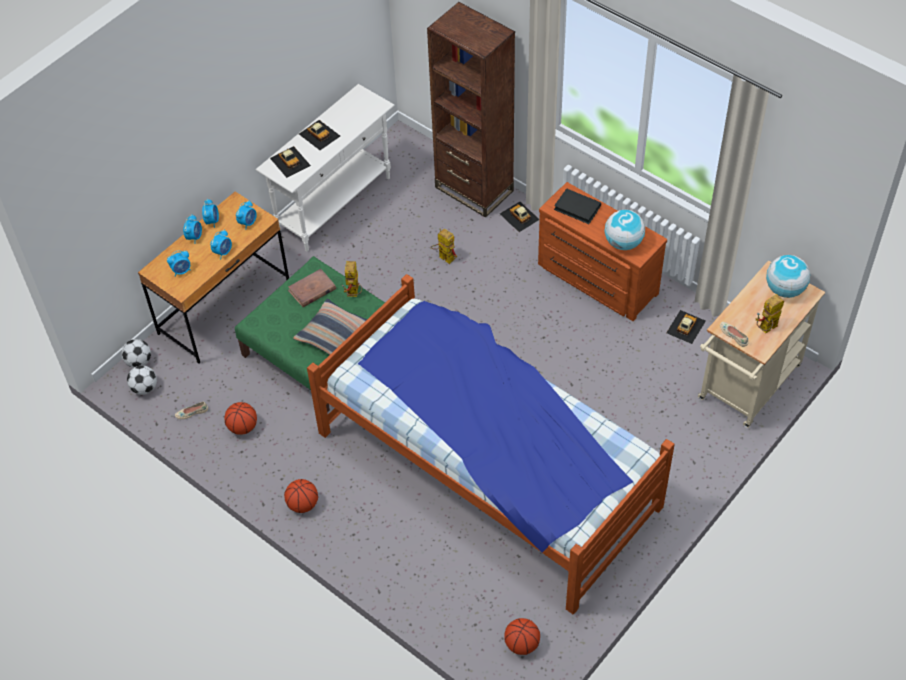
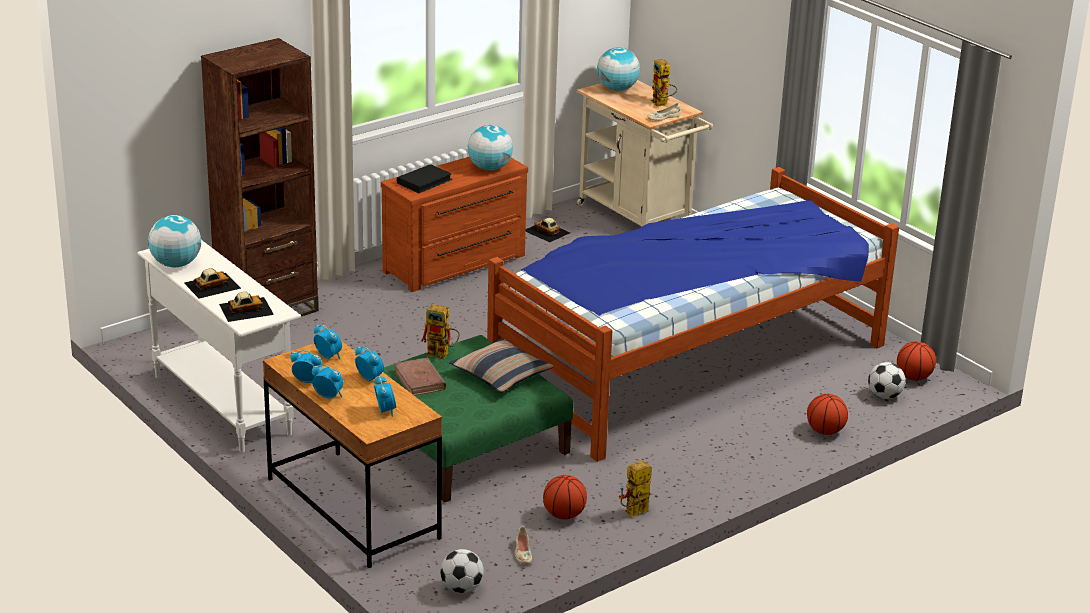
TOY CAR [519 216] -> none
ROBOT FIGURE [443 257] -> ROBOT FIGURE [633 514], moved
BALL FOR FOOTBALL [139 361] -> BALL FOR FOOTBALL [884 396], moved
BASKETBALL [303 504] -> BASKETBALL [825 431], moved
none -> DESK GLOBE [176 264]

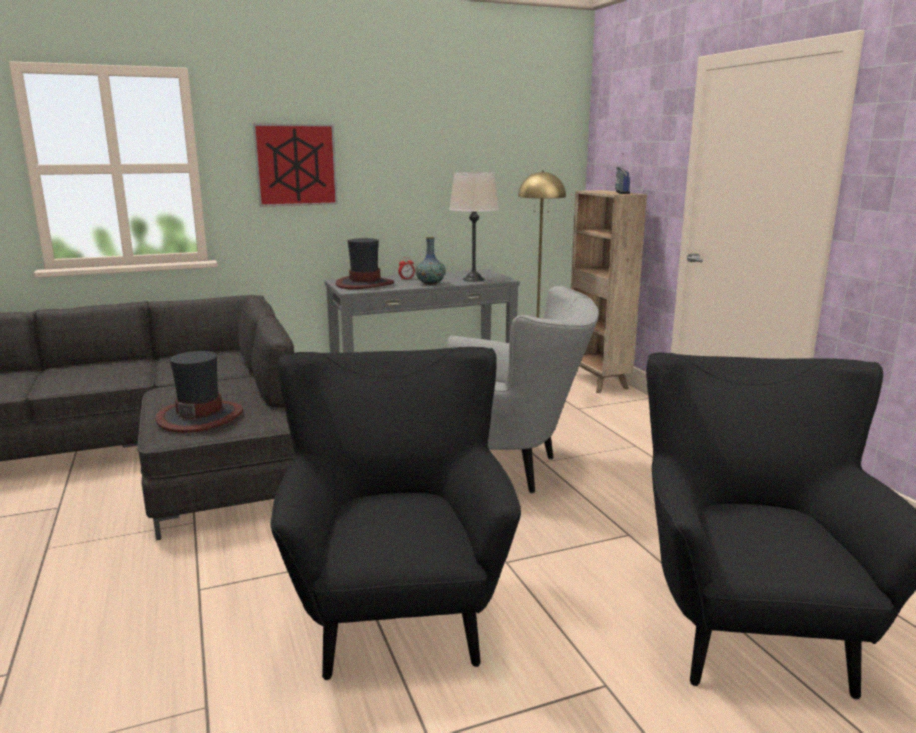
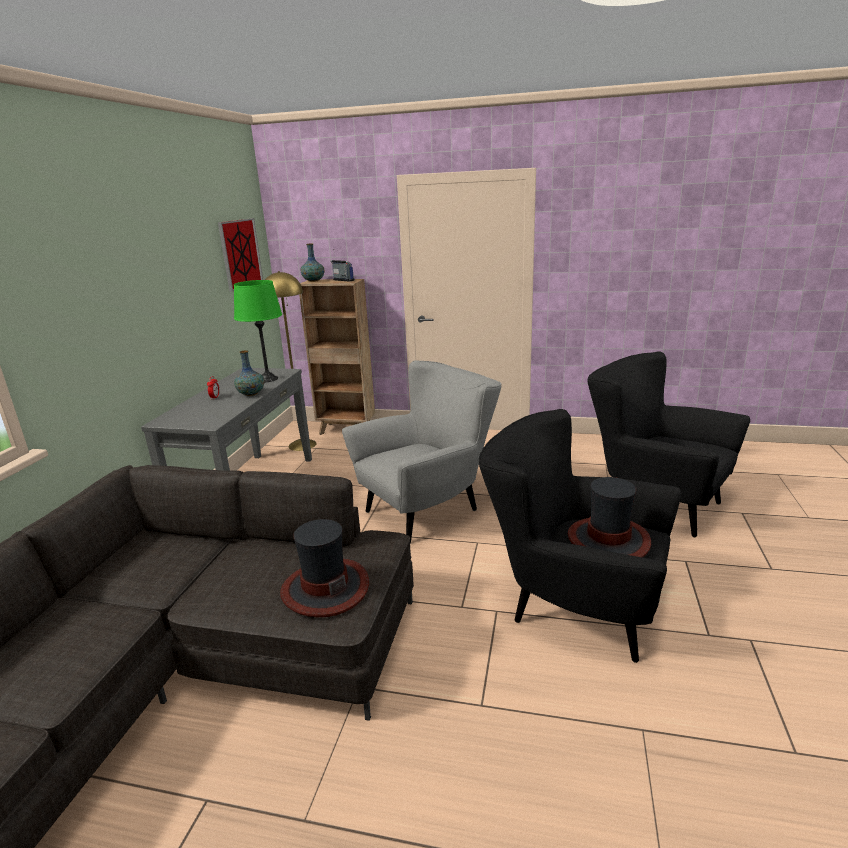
PICTURE [296 165] -> PICTURE [240 254], moved
SAND-COLOURED TABLETOP LAMP [473 279] -> GREEN TABLETOP LAMP [267 379]
WEARABLE HAT [364 284] -> WEARABLE HAT [608 540], moved
none -> VASE [313 281]

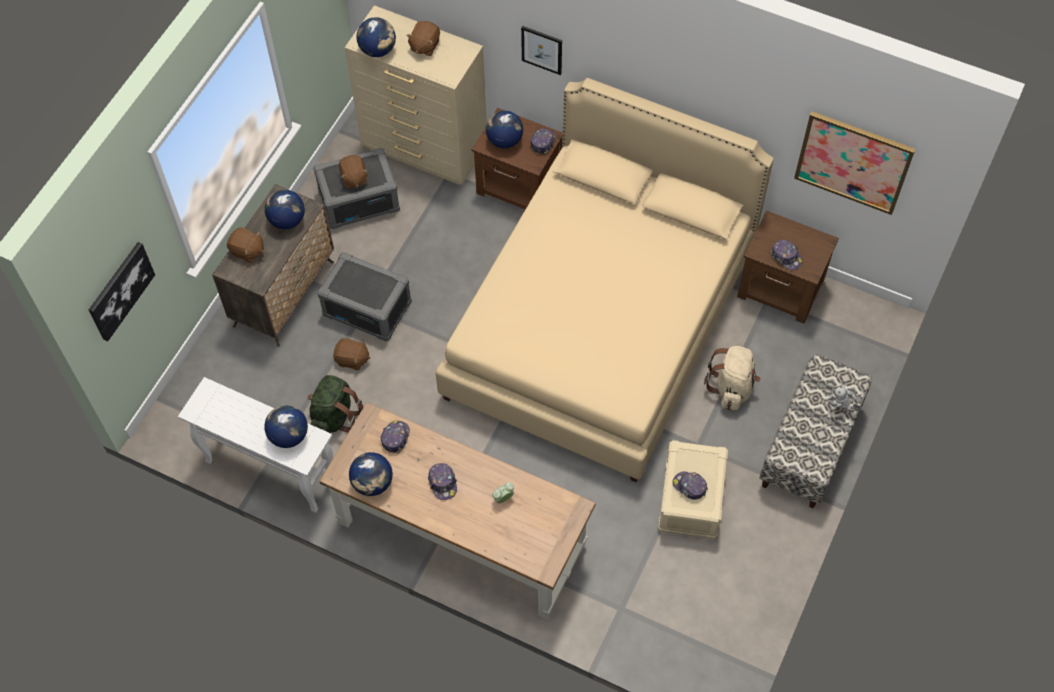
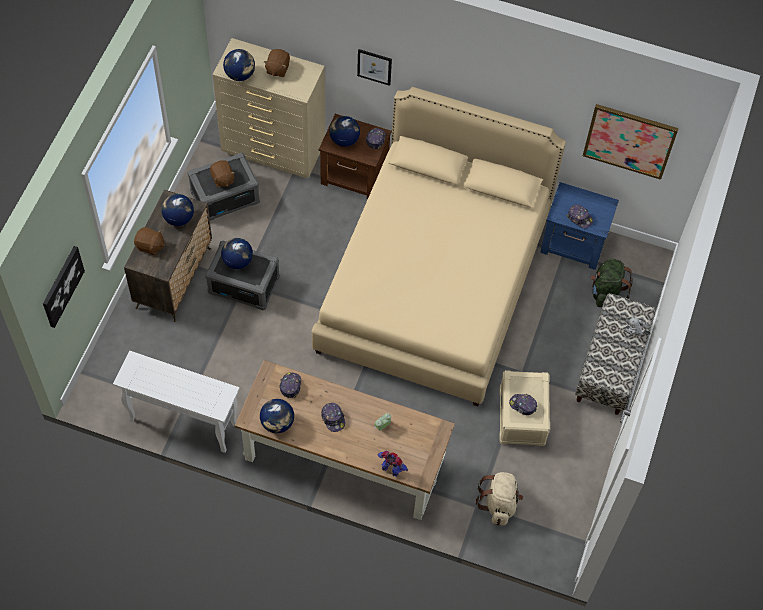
BROWN NIGHT TABLE [781 289] -> BLUE NIGHT TABLE [574 244]
BROWN SOFT TOY [352 359] -> none
SAND-COLOURED RUCKSACK [732 387] -> SAND-COLOURED RUCKSACK [499 503], moved
GREEN RUCKSACK [334 416] -> GREEN RUCKSACK [606 292], moved
DESK GLOBE [288 435] -> DESK GLOBE [237 261], moved
none -> ROBOT FIGURE [391 469]

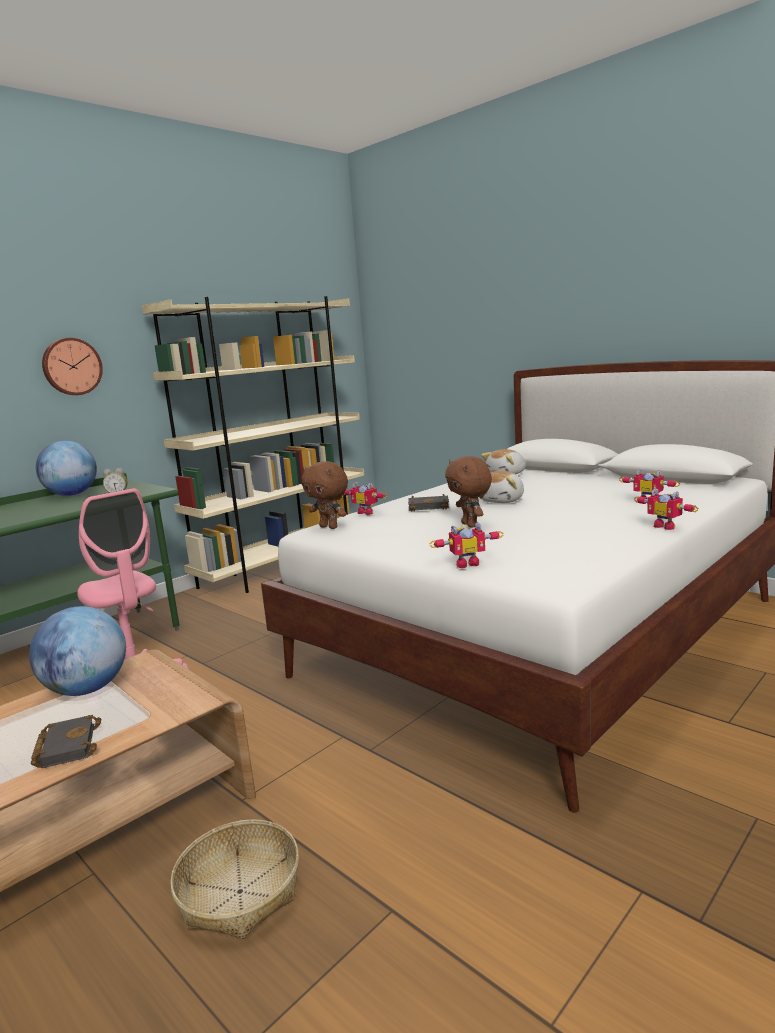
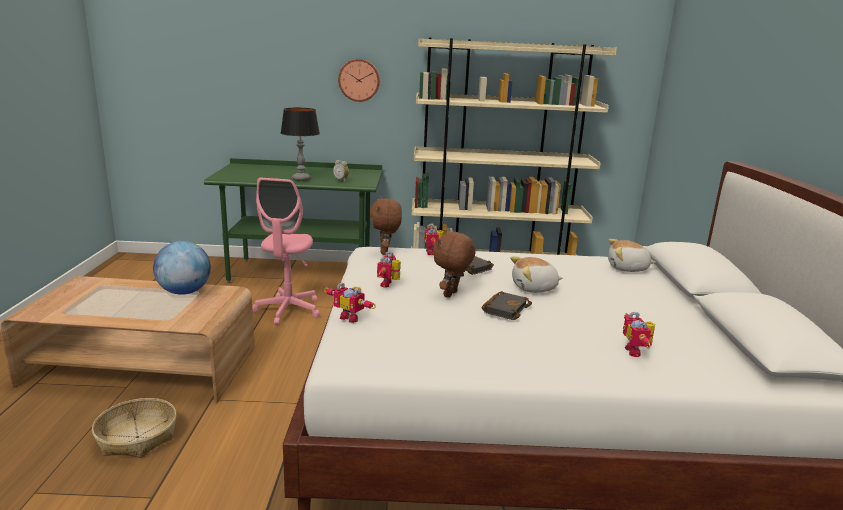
DESK GLOBE [72 495] -> none
ROBOT FIGURE [666 526] -> ROBOT FIGURE [389 284], moved
BLACKISH VOLUME [66 746] -> BLACKISH VOLUME [505 309], moved
none -> TABLETOP LAMP [301 179]

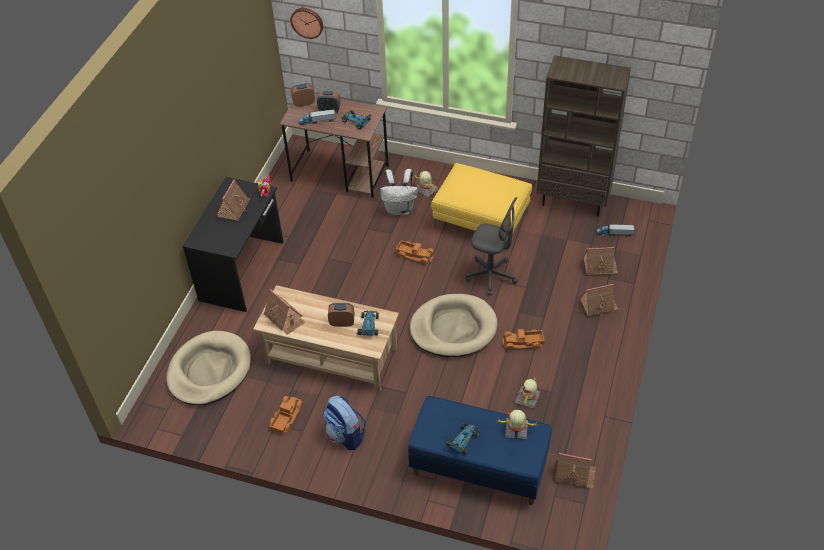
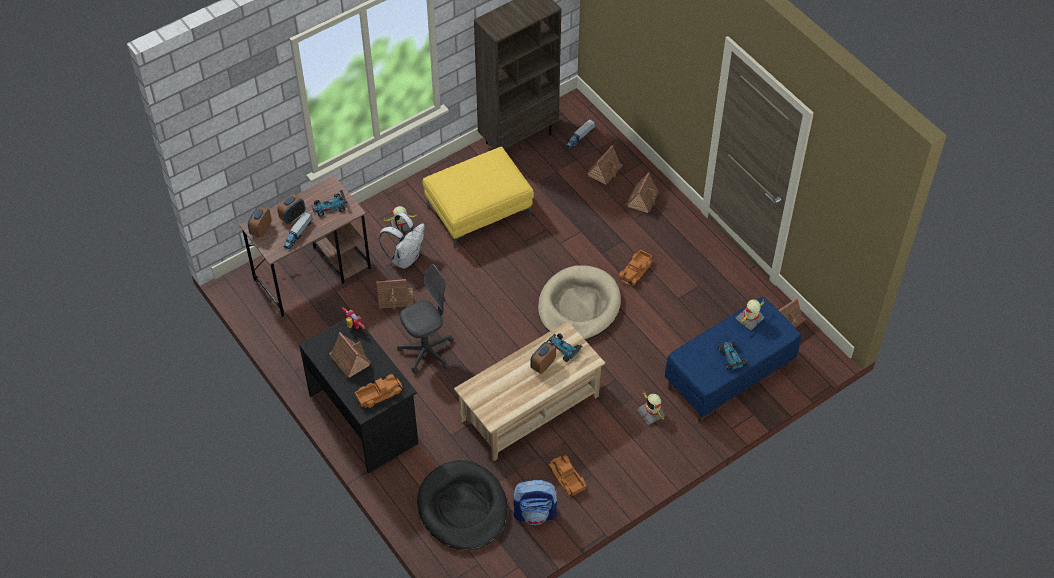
CLOCK ON THE WALL [307 22] -> none
GREY DESK CHAIR [491 276] -> GREY DESK CHAIR [427 352], moved
MODEL TRUCK [415 254] -> MODEL TRUCK [378 393], moved
TOY HOUSE [285 318] -> TOY HOUSE [395 298], moved
SAND-COLOURED DOG CUSHION [209 370] -> BLACKISH DOG CUSHION [463 508]
ROBOT FIGURE [528 398] -> ROBOT FIGURE [651 413], moved
RUCKSACK [346 435] -> RUCKSACK [535 513], moved

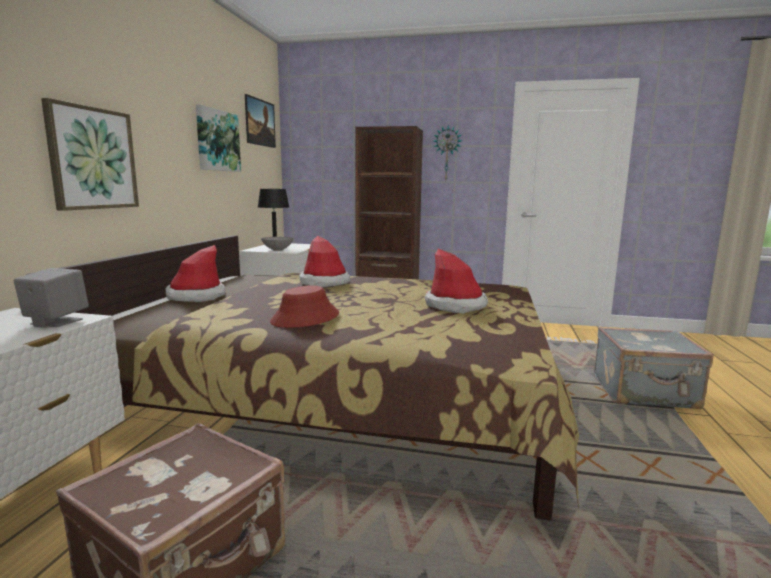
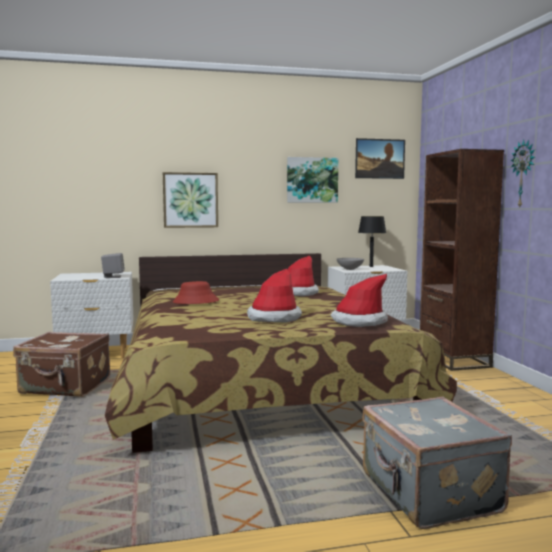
WEARABLE HAT [196 296] -> WEARABLE HAT [359 321], moved

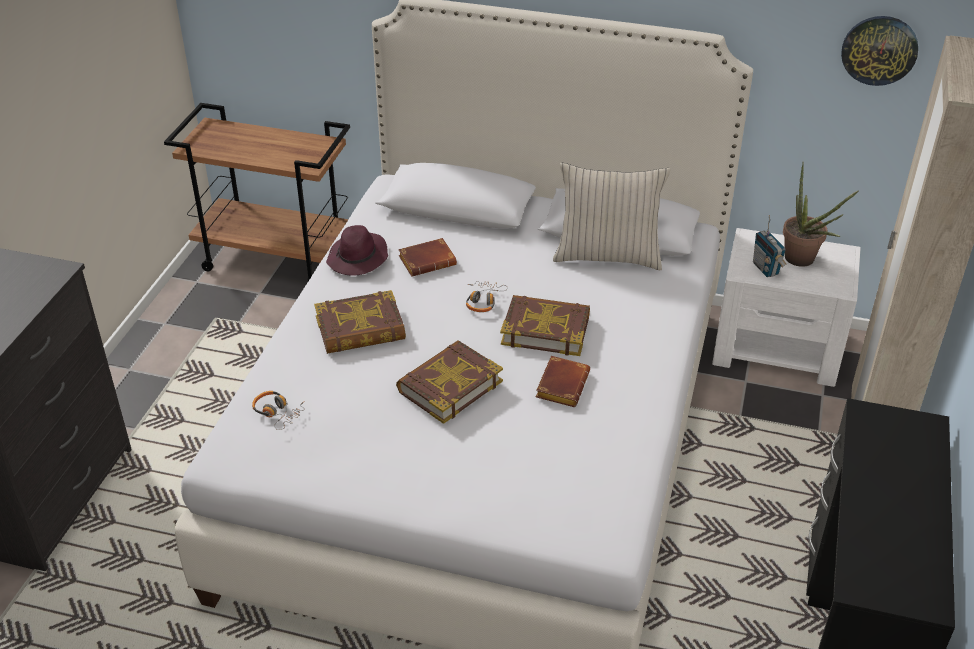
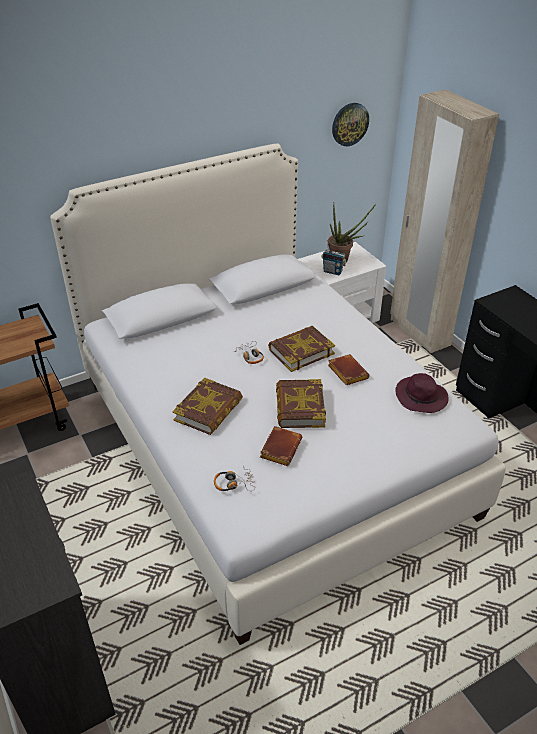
SAND-COLOURED PILLOW [607 256] -> none
PURPLISH WEARABLE HAT [358 258] -> PURPLISH WEARABLE HAT [421 398], moved
BROWN VOLUME [428 261] -> BROWN VOLUME [280 448], moved

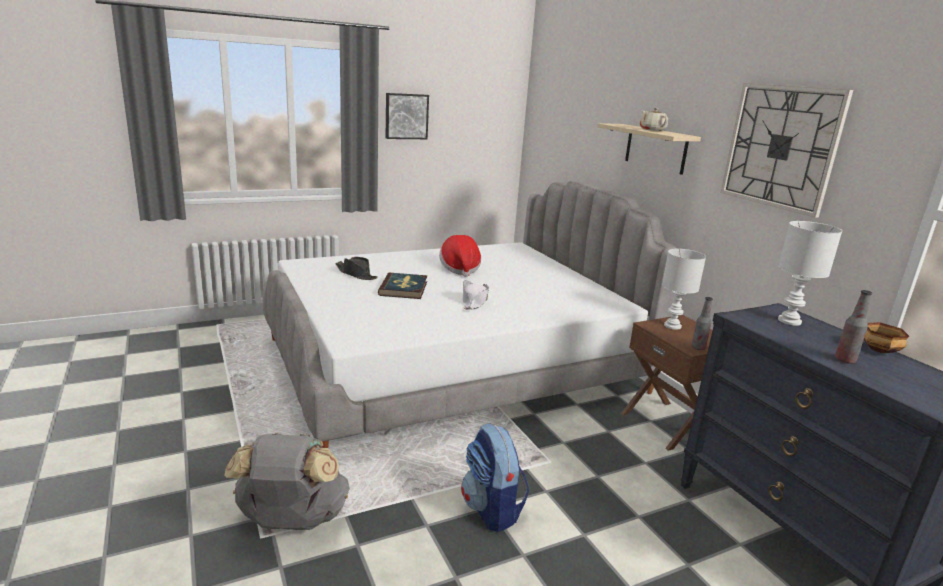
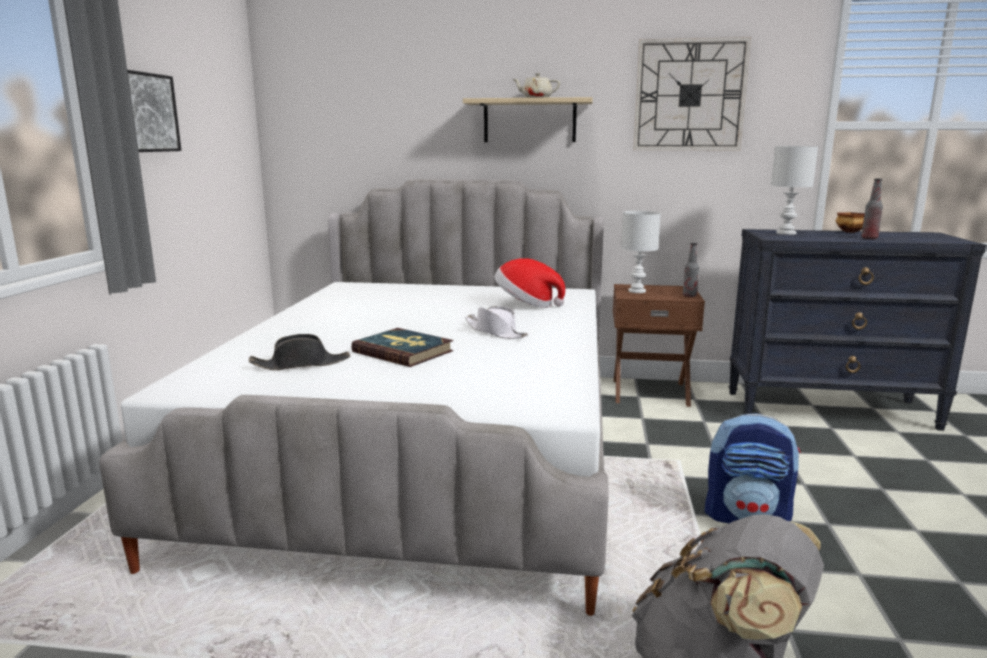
WEARABLE HAT [460 269] -> WEARABLE HAT [526 304], moved

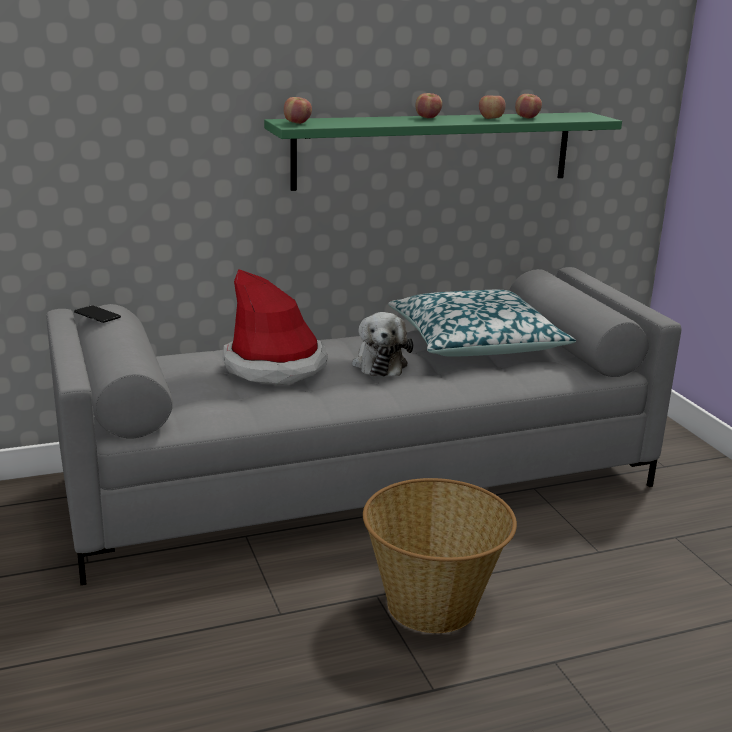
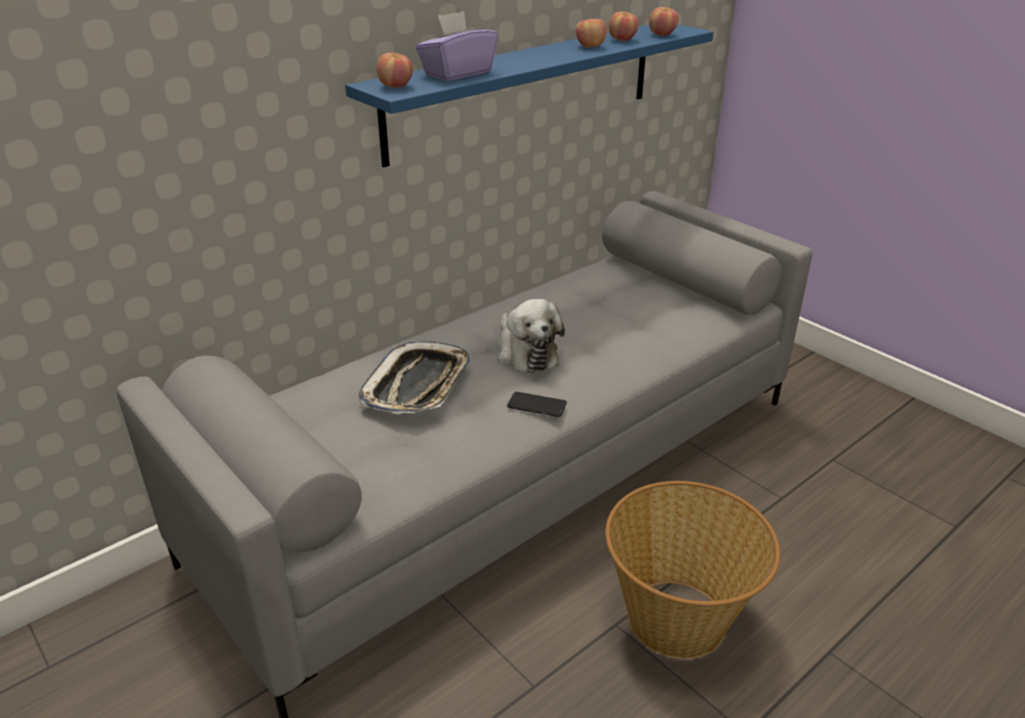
APPLE FRUIT [428 117] -> APPLE FRUIT [662 35], moved
GREEN WALL SHELF [435 150] -> BLUE WALL SHELF [525 89]
WEARABLE HAT [275 366] -> SERVING TRAY [418 386]
PILLOW [475 343] -> none
HANDSET [97 315] -> HANDSET [536 405], moved
none -> PURPLISH TISSUE HOLDER [457 73]

